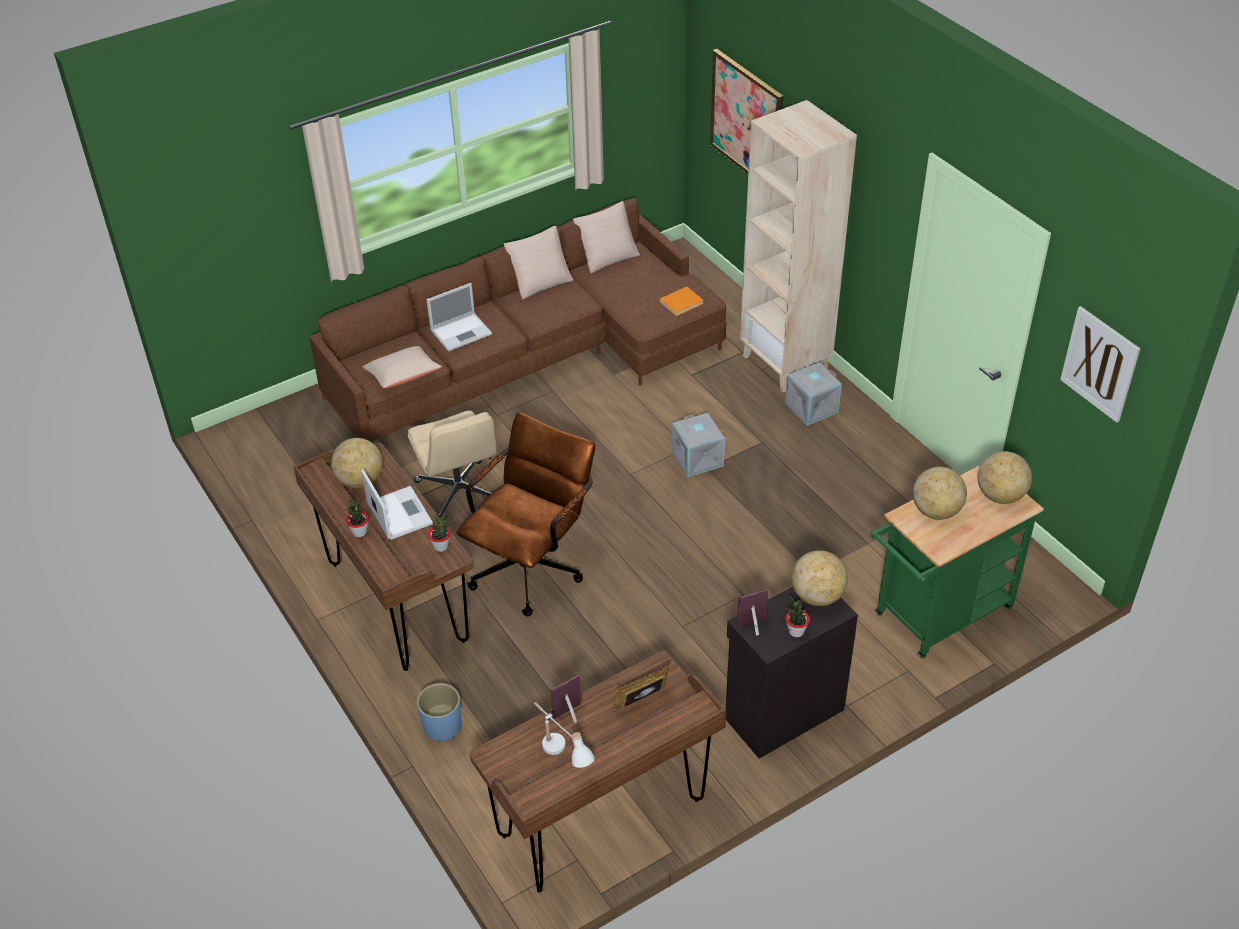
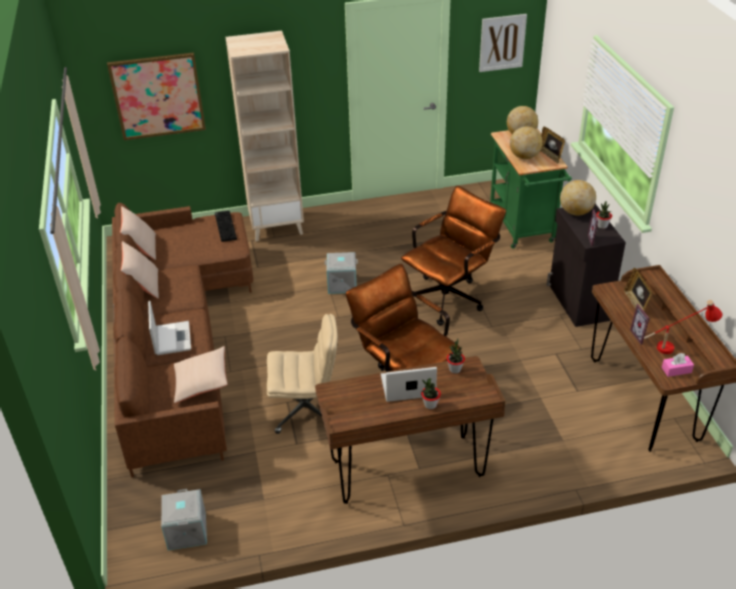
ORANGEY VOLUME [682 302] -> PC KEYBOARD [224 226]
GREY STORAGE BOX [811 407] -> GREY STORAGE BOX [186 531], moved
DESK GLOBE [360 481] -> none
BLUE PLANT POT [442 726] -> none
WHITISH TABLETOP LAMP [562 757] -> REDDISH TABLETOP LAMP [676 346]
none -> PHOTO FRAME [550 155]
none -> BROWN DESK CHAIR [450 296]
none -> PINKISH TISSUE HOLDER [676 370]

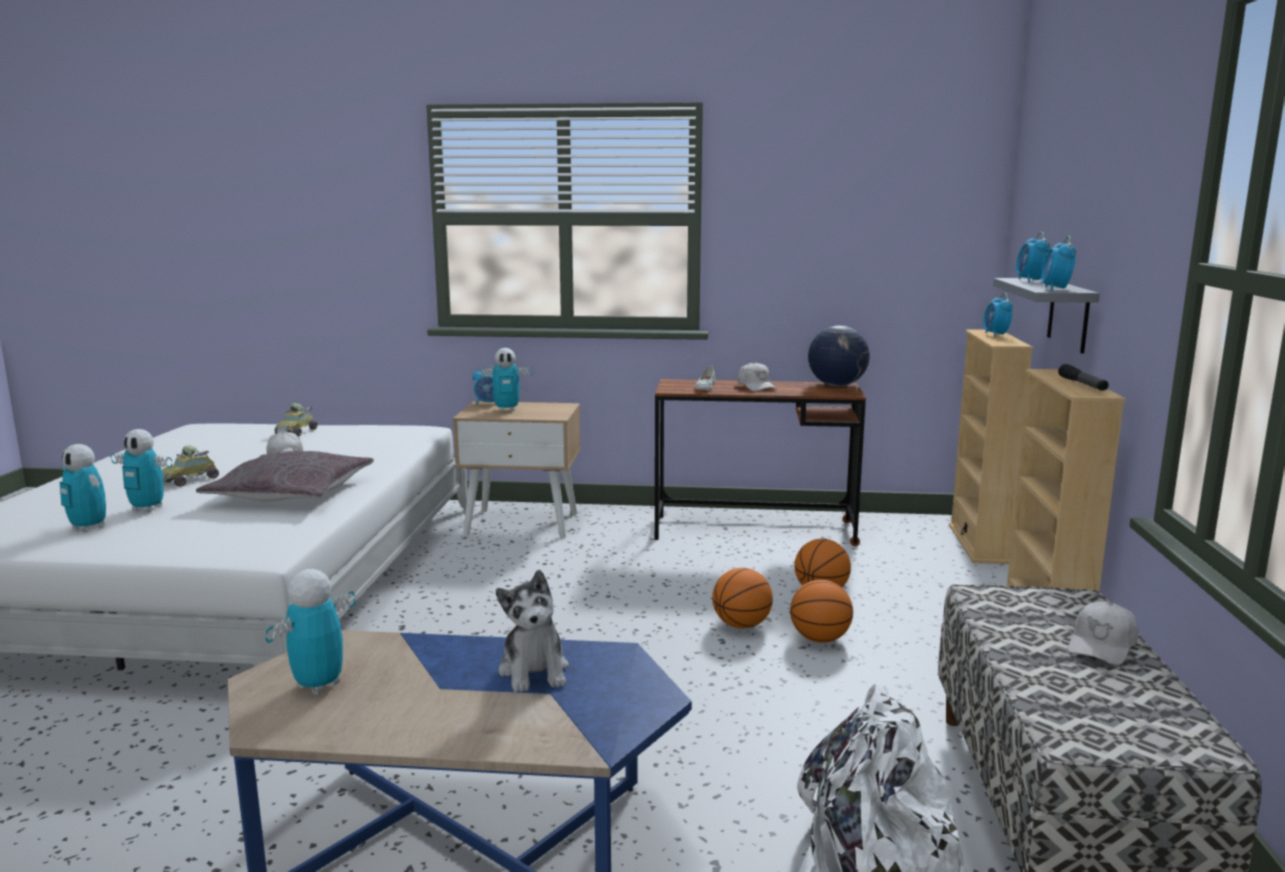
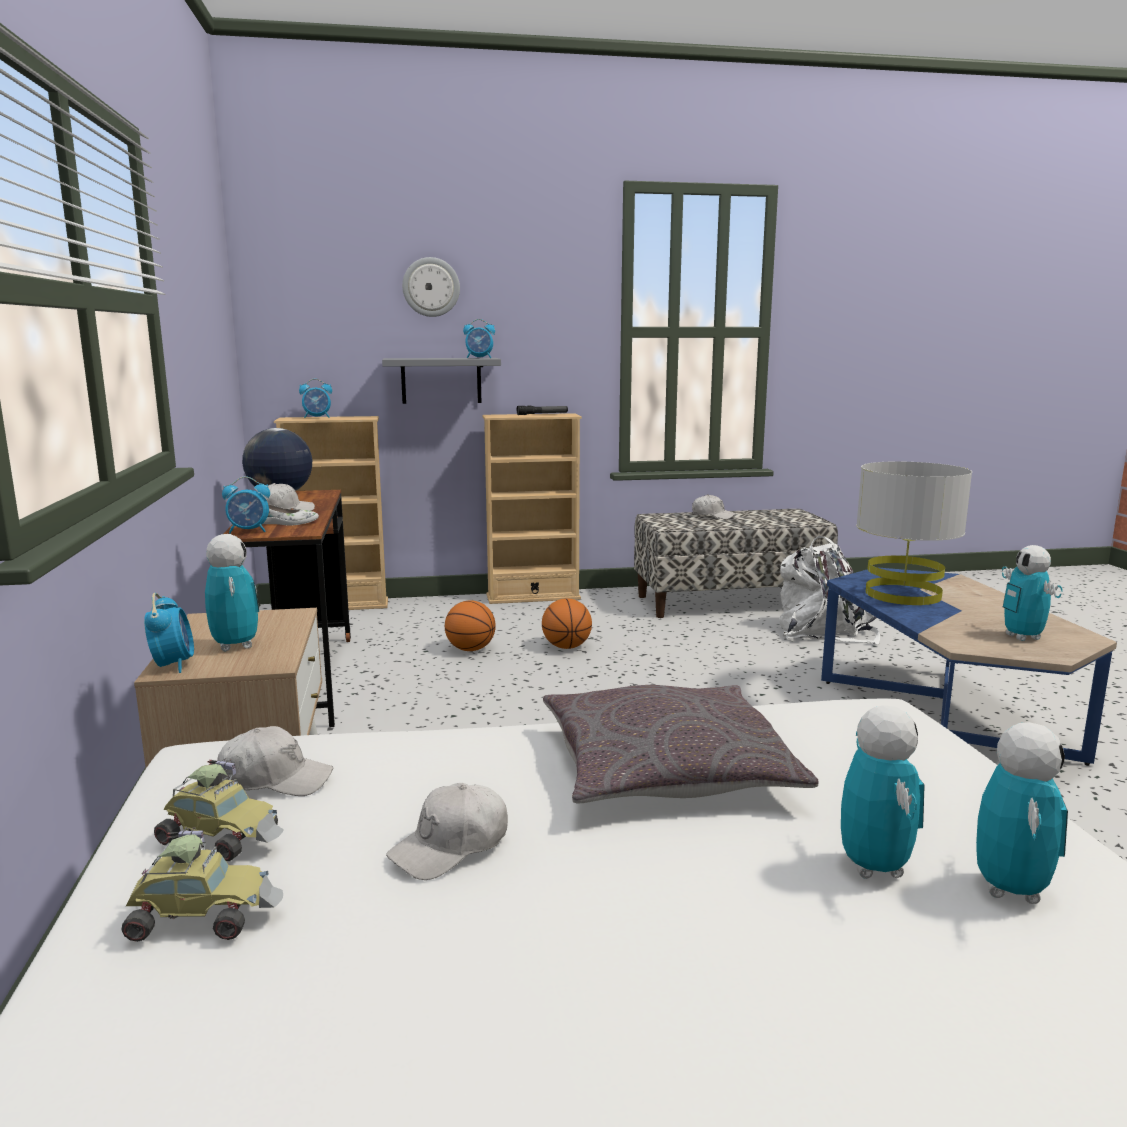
TABLE CLOCK [1030 280] -> TABLE CLOCK [249 531], moved
TOY CAR [190 480] -> TOY CAR [222 836], moved
BASKETBALL [741 625] -> none
ROBOT FIGURE [318 686] -> ROBOT FIGURE [1022 637], 60 degrees clockwise
SOFT TOY [534 671] -> GREY TABLETOP LAMP [902 594]
none -> CLOCK ON THE WALL [431 287]
none -> WHITISH CAP [275 779]

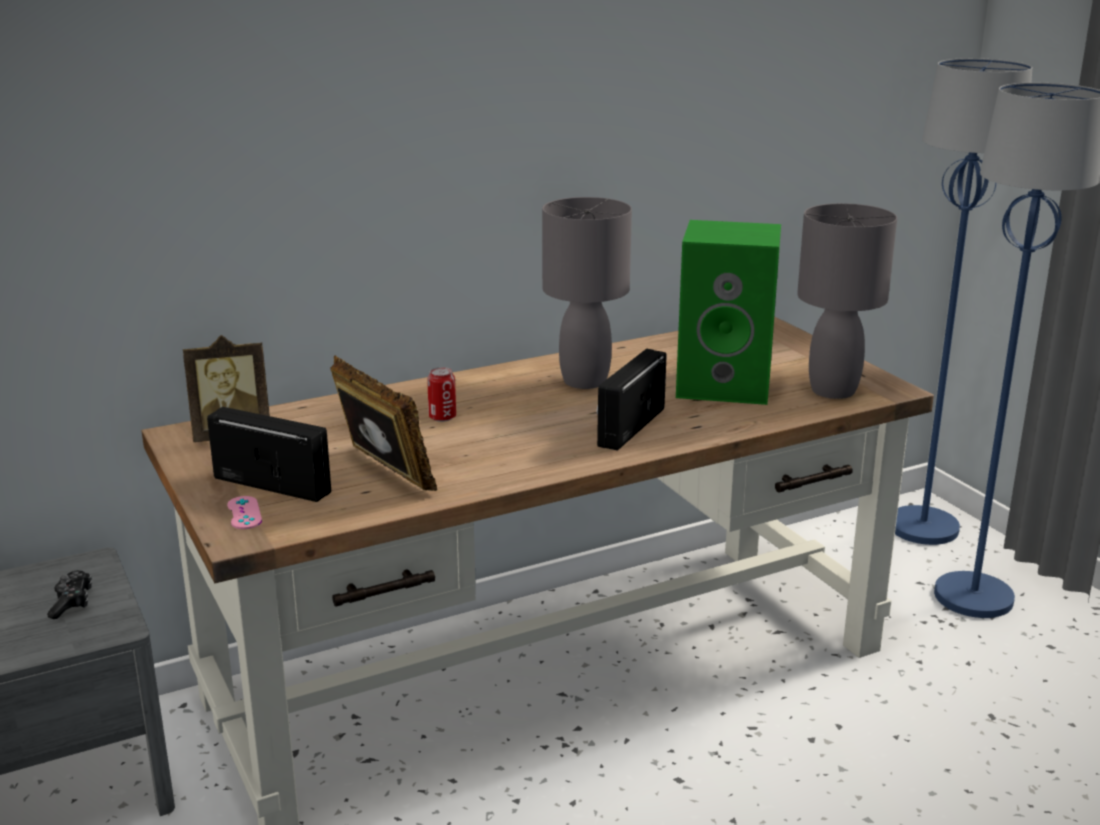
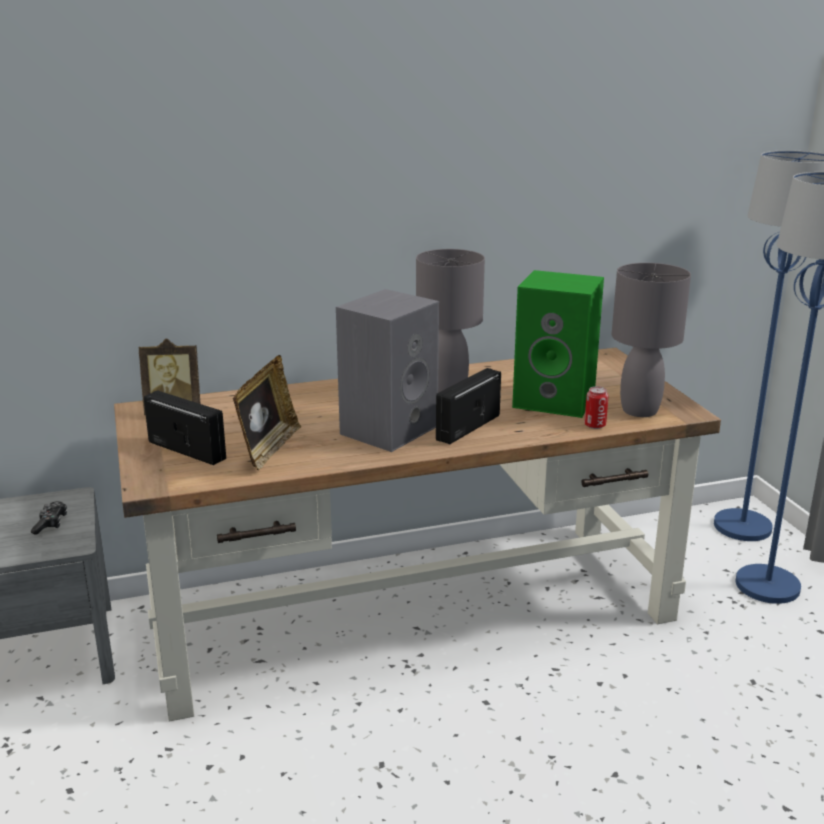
PHOTO FRAME [383 474] -> PHOTO FRAME [268 449], 45 degrees clockwise
CAN [442 417] -> CAN [595 425], moved
PINKISH JOYPAD [244 513] -> none
none -> GREY SPEAKER [389 429]

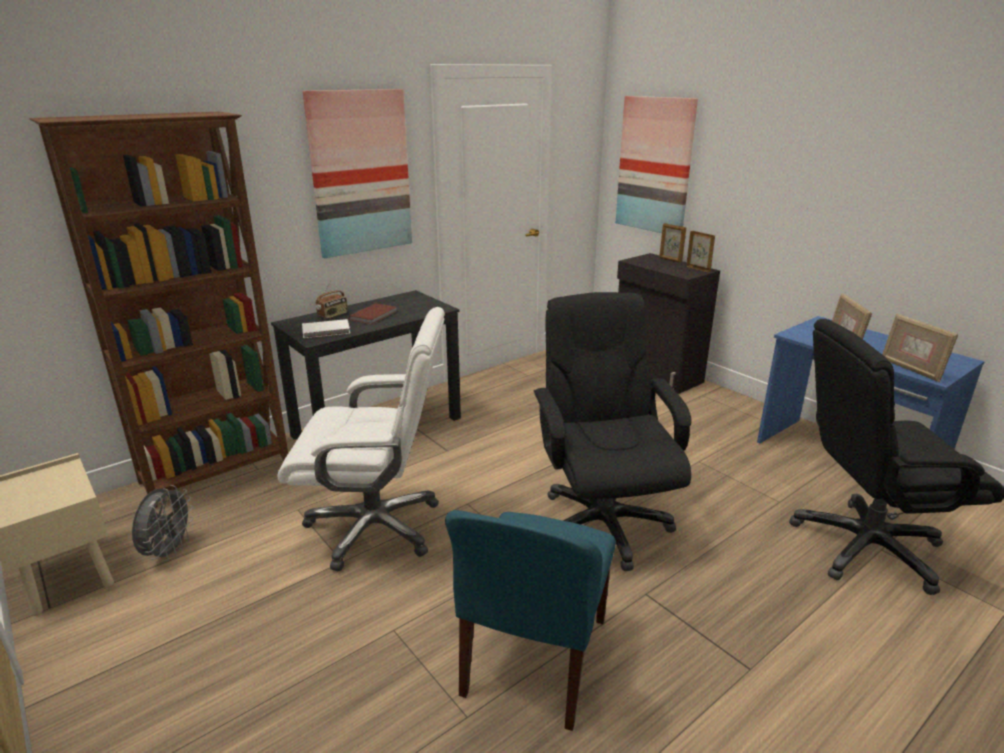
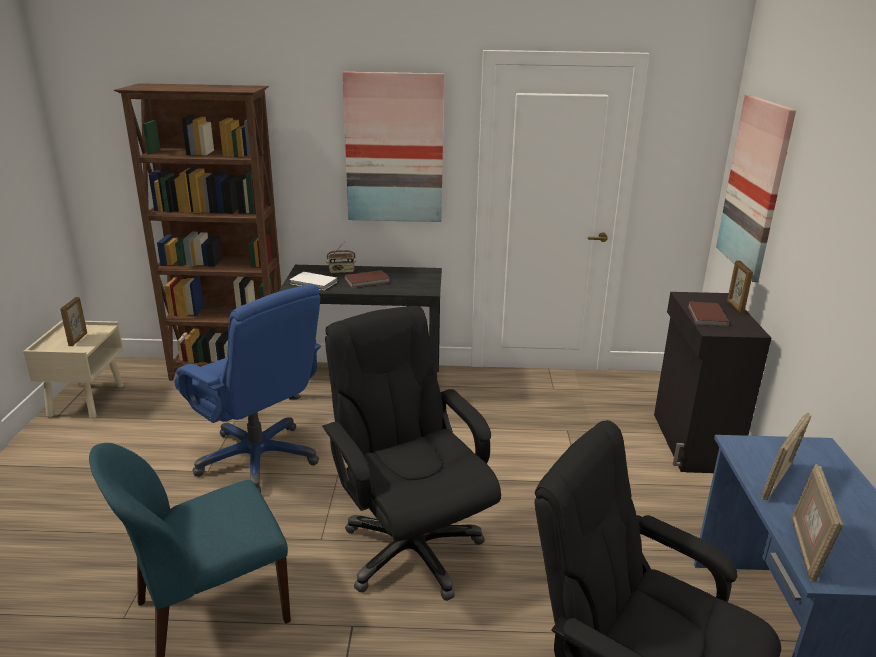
PHOTO FRAME [698 269] -> PHOTO FRAME [78 339], moved
BLACKISH DESK CHAIR [602 523] -> BLACKISH DESK CHAIR [410 549], 60 degrees counterclockwise
WHITISH DESK CHAIR [376 527] -> BLUE DESK CHAIR [258 458]
GREY FAN [169 551] -> none
none -> BROWN VOLUME [706 316]

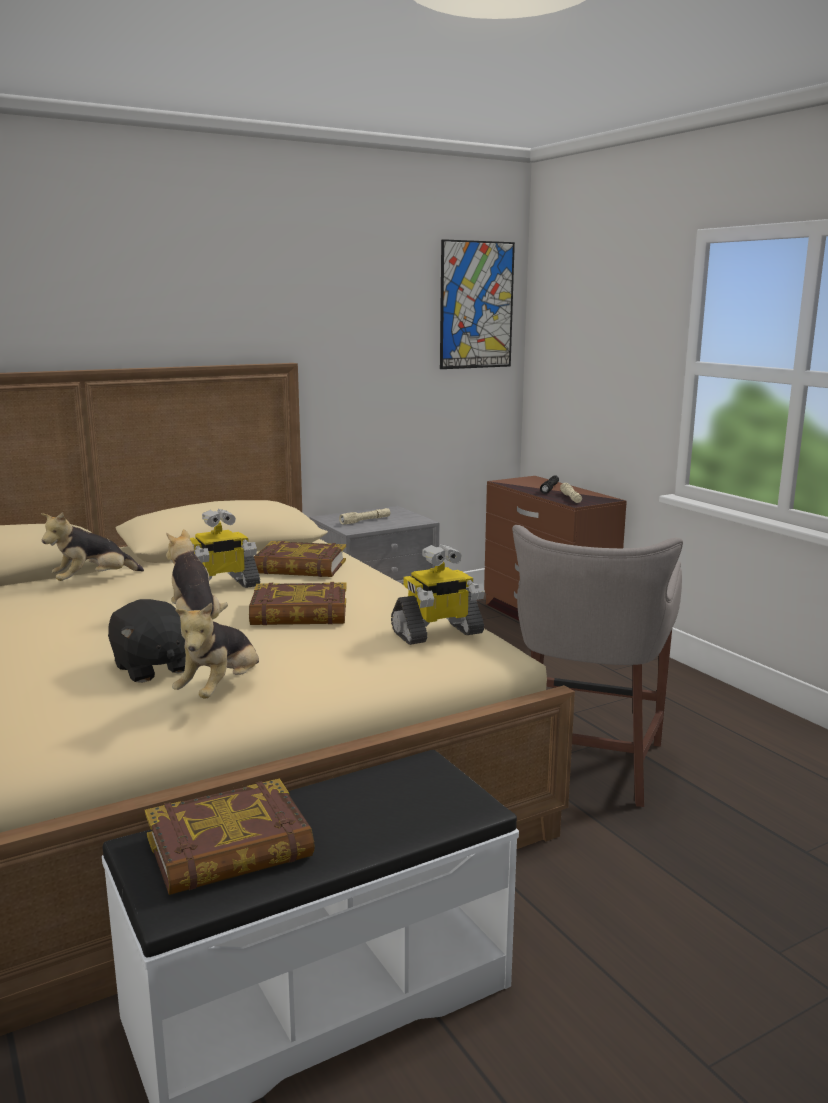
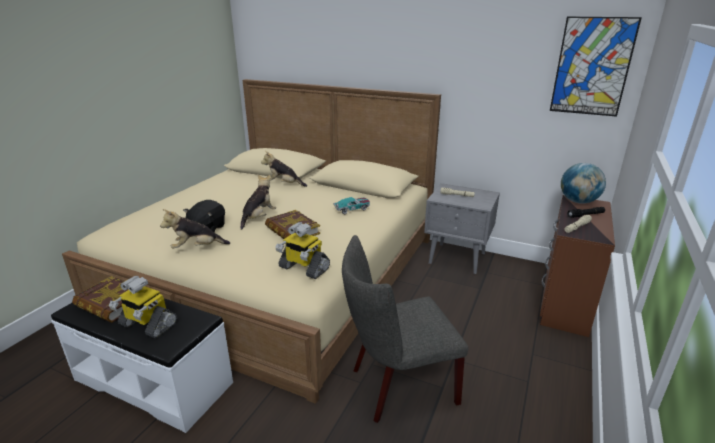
ROBOT FIGURE [220 587] -> ROBOT FIGURE [147 325], moved
GREY STOOL [585 765] -> GREY UPRIGHT CHAIR [397 386]
VOLUME [300 567] -> TOY CAR [352 209]
none -> DESK GLOBE [578 202]

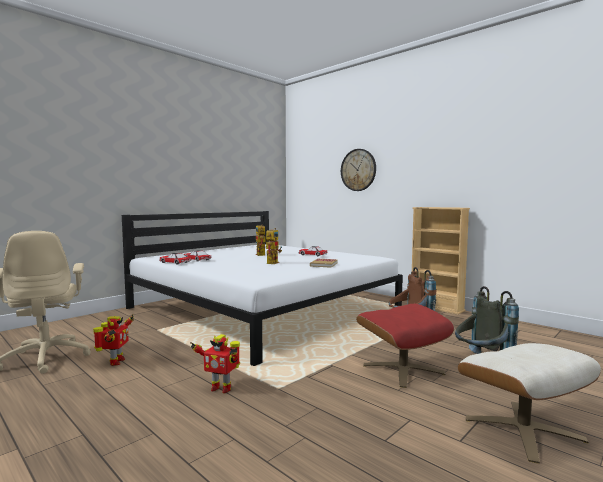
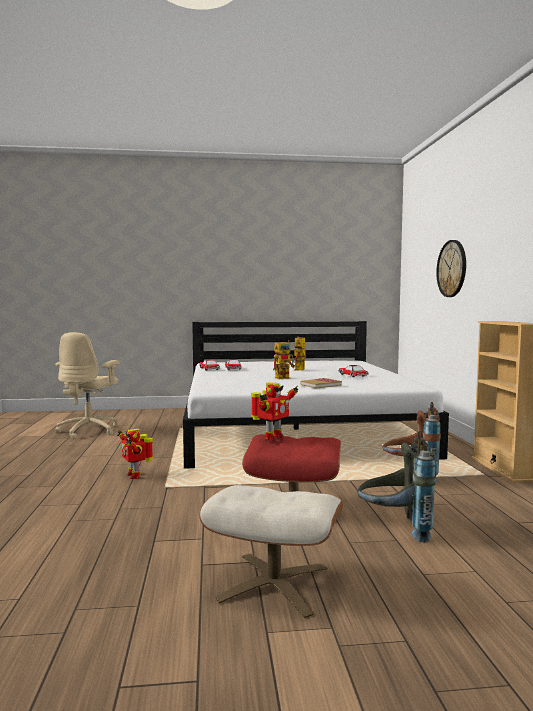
ROBOT FIGURE [115 362] -> ROBOT FIGURE [272 438], moved

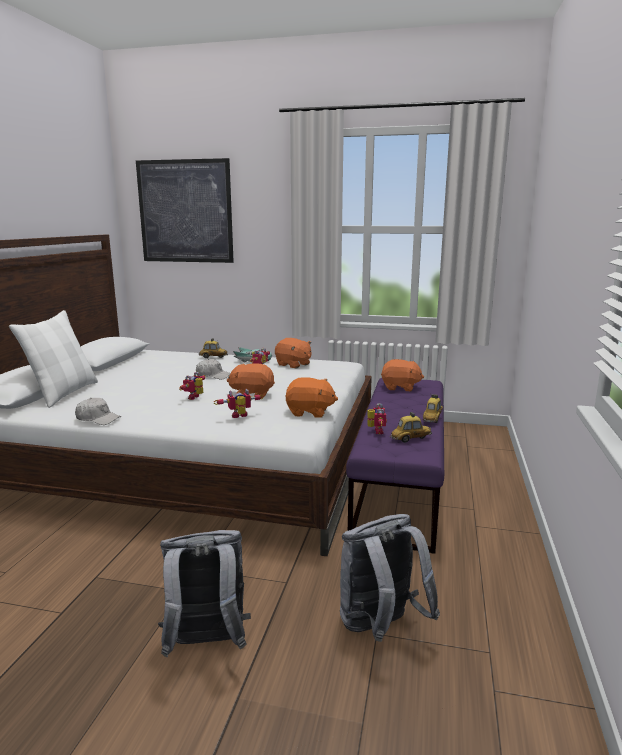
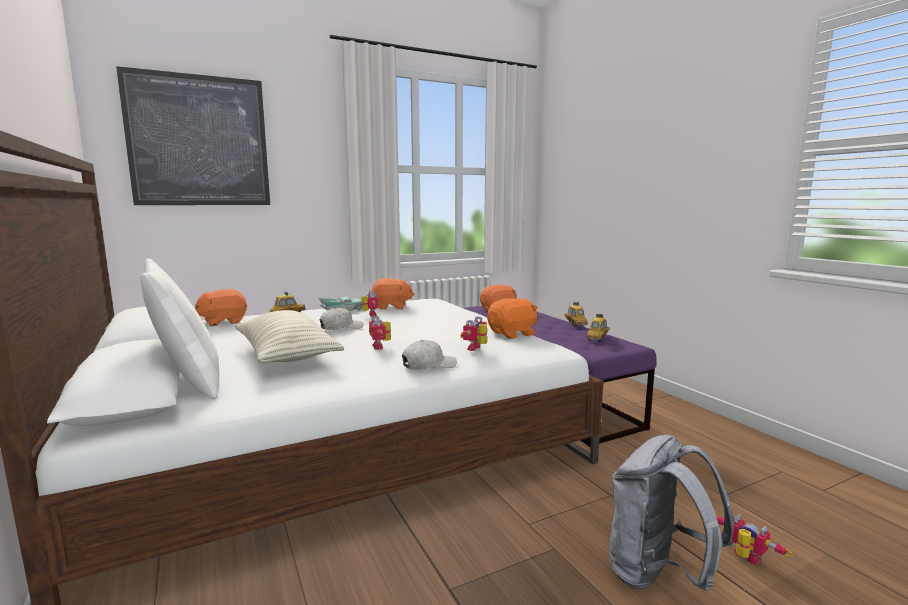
ORANGEY SOFT TOY [252 395] -> ORANGEY SOFT TOY [223 322], moved
WHITISH CAP [98 419] -> WHITISH CAP [428 365], moved
ROBOT FIGURE [376 431] -> ROBOT FIGURE [744 559], moved
GREY RUCKSACK [380 627] -> none
none -> PILLOW [286 356]

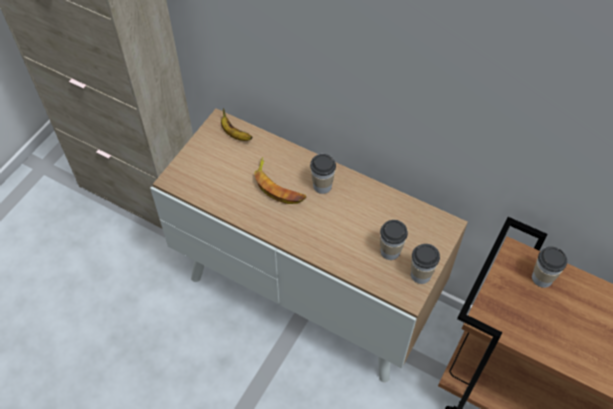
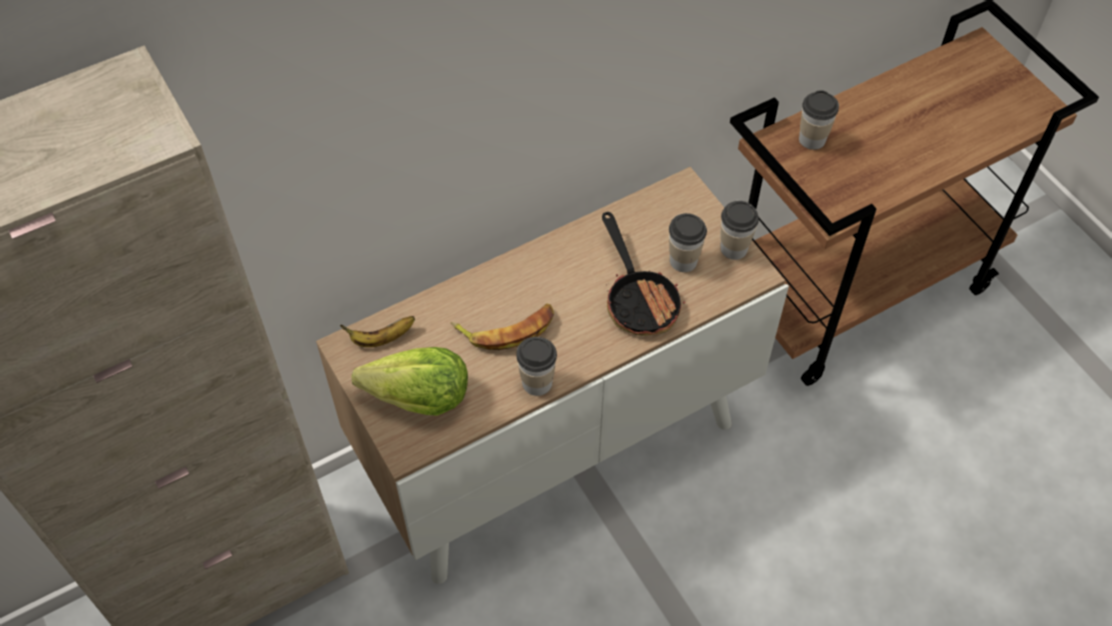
SMALL CUP [322 185] -> SMALL CUP [537 383], moved
none -> PAN [639 298]
none -> LETTUCE HEAD [418 398]

